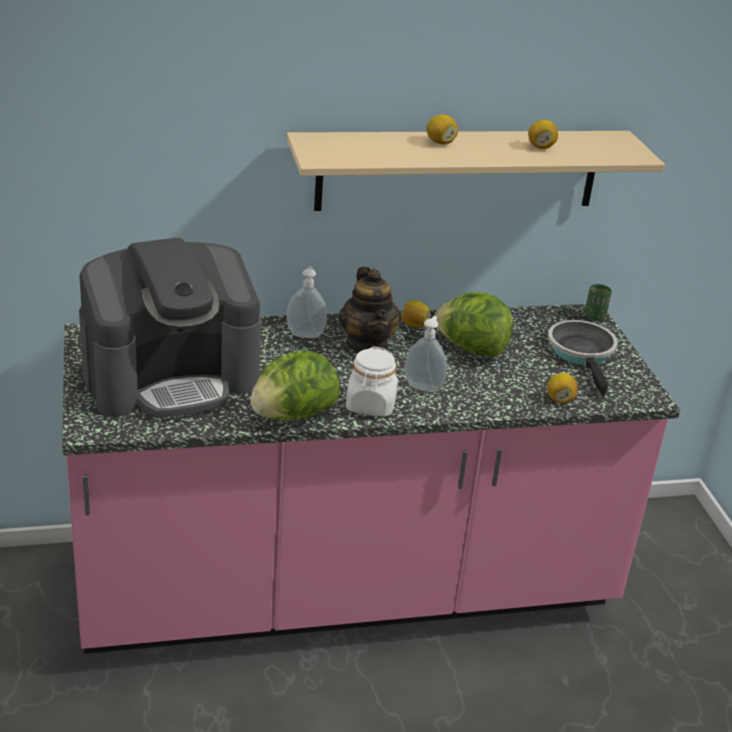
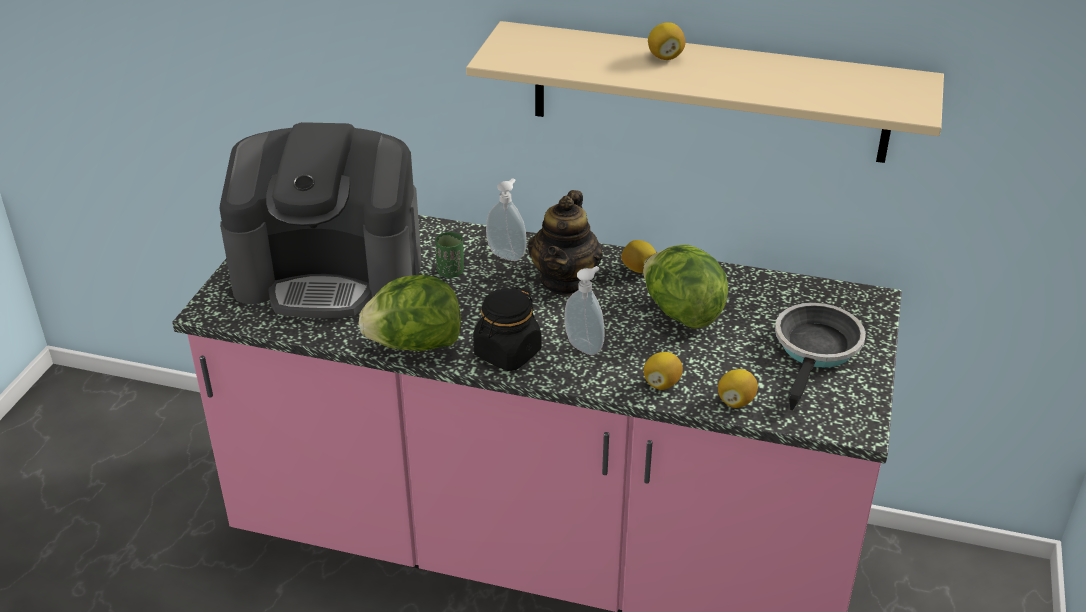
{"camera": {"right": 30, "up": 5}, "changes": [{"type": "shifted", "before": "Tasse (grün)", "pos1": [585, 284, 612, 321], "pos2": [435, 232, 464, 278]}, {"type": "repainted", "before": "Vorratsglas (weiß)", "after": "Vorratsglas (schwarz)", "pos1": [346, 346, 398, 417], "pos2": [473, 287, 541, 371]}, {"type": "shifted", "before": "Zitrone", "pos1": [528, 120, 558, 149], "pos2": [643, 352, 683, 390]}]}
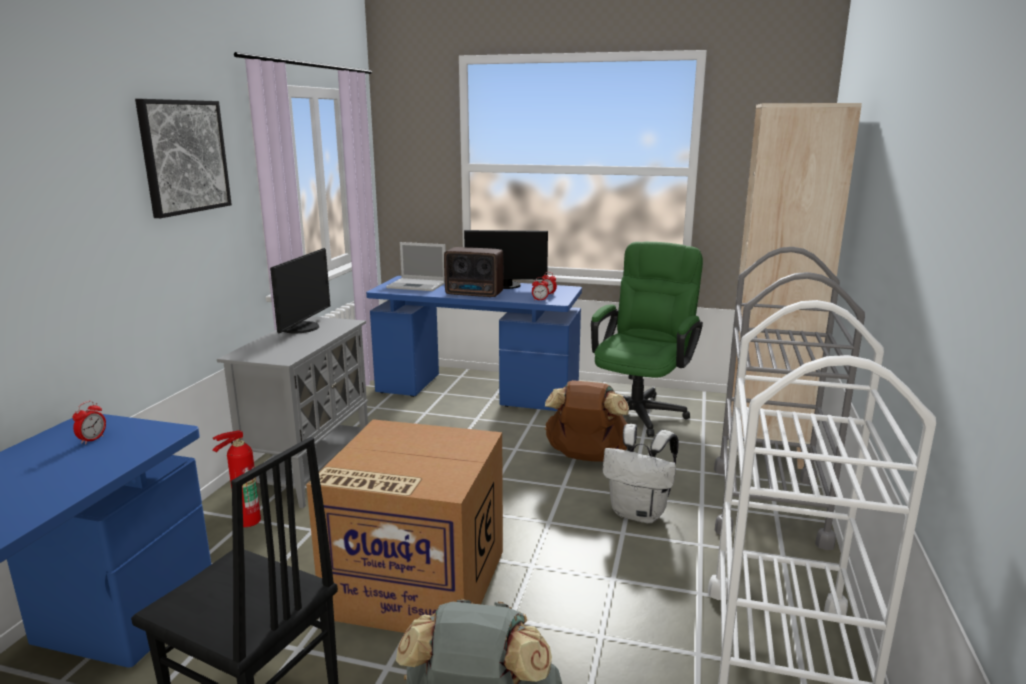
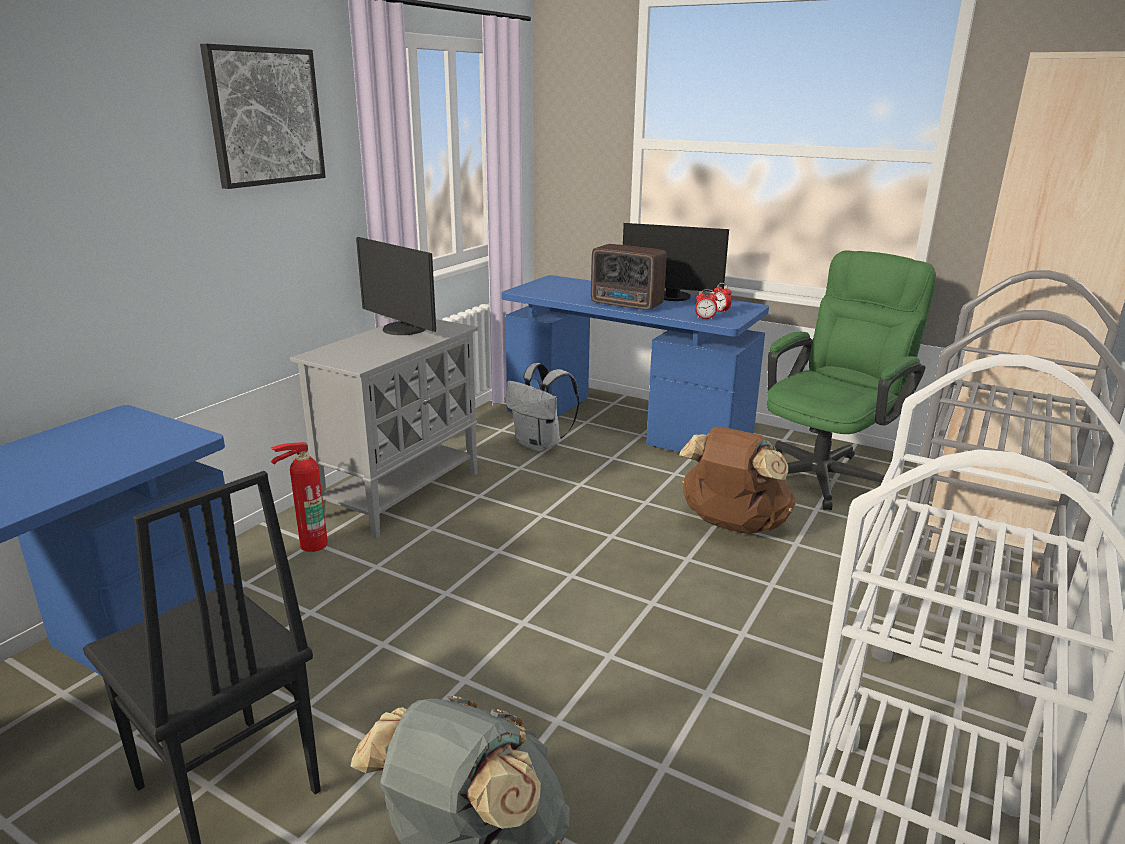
{"camera": {"right": 15, "up": 5}, "changes": [{"type": "rotated", "before": "Monitor", "pos1": [270, 248, 330, 334], "pos2": [356, 237, 436, 335], "turn": 105}, {"type": "shifted", "before": "Rucksack (weiß)", "pos1": [603, 424, 679, 524], "pos2": [506, 363, 579, 452]}, {"type": "gone", "before": "Wecker", "pos1": [72, 401, 106, 444]}, {"type": "gone", "before": "Karton", "pos1": [306, 419, 503, 633]}, {"type": "gone", "before": "Laptop", "pos1": [386, 242, 446, 291]}]}
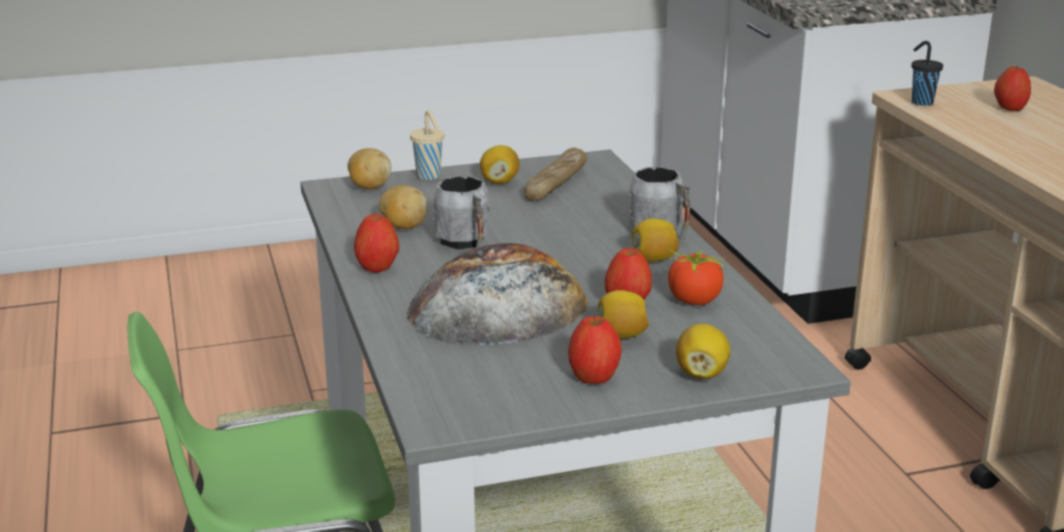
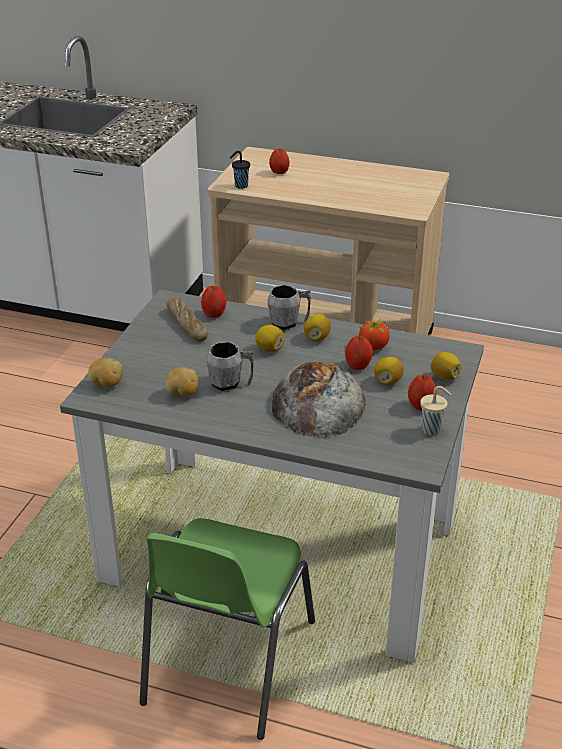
{"camera": {"right": -55, "up": 10}, "changes": [{"type": "shifted", "before": "Apfel", "pos1": [354, 214, 399, 273], "pos2": [201, 286, 226, 318]}, {"type": "shifted", "before": "Zitrone", "pos1": [480, 145, 520, 184], "pos2": [255, 325, 285, 352]}, {"type": "shifted", "before": "Tasse (beige)", "pos1": [410, 110, 444, 180], "pos2": [420, 386, 451, 436]}]}
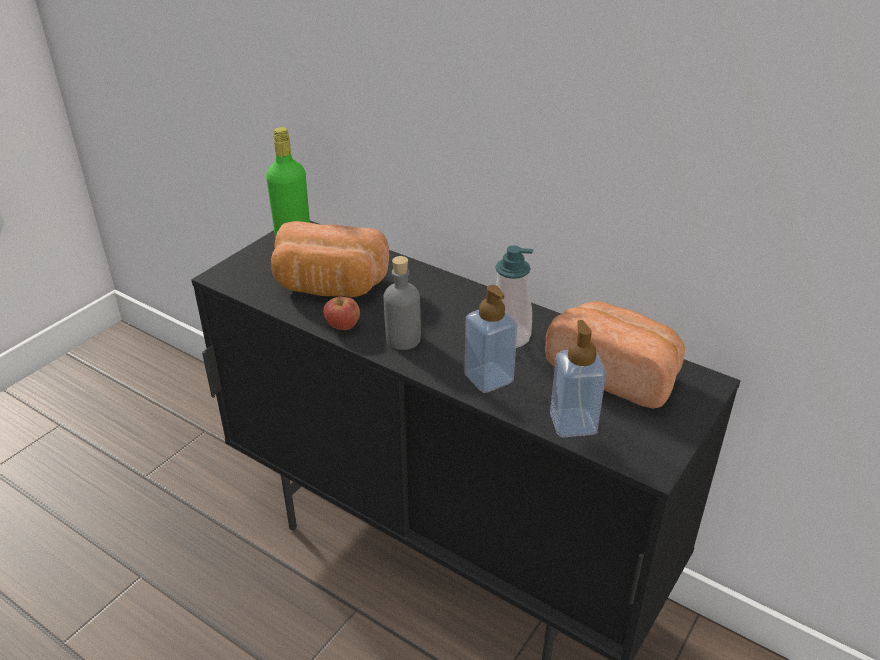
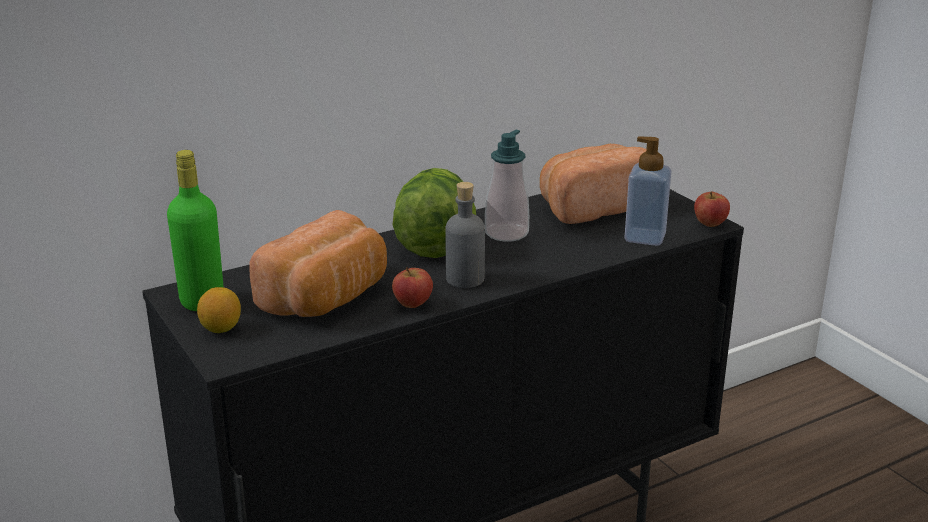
{"camera": {"right": -65, "up": -10}, "changes": [{"type": "new", "after": "Zitrone", "pos2": [197, 287, 241, 333]}, {"type": "new", "after": "Salatkopf", "pos2": [392, 168, 476, 258]}, {"type": "new", "after": "Apfel", "pos2": [694, 191, 730, 227]}, {"type": "gone", "before": "Seifenspender", "pos1": [464, 285, 517, 393]}]}
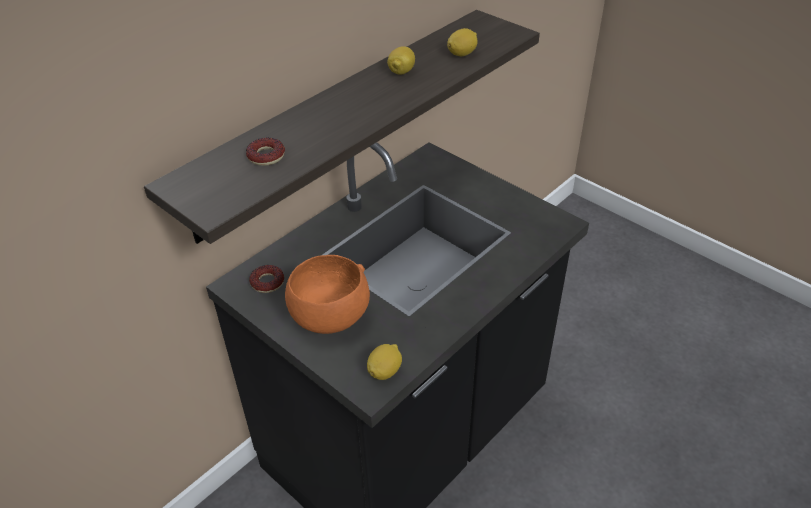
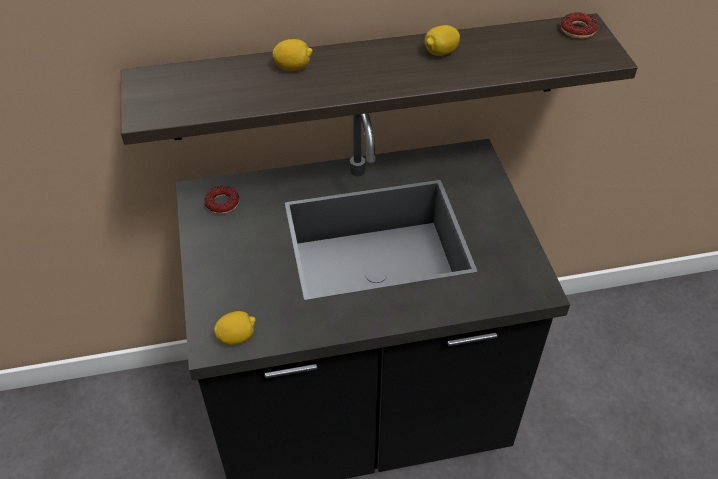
{"camera": {"right": 35, "up": 5}, "changes": [{"type": "shifted", "before": "Zitrone", "pos1": [447, 28, 478, 56], "pos2": [272, 39, 313, 71]}, {"type": "shifted", "before": "Donut", "pos1": [246, 138, 285, 166], "pos2": [561, 12, 598, 39]}, {"type": "gone", "before": "Schüssel (orange)", "pos1": [285, 255, 370, 334]}]}
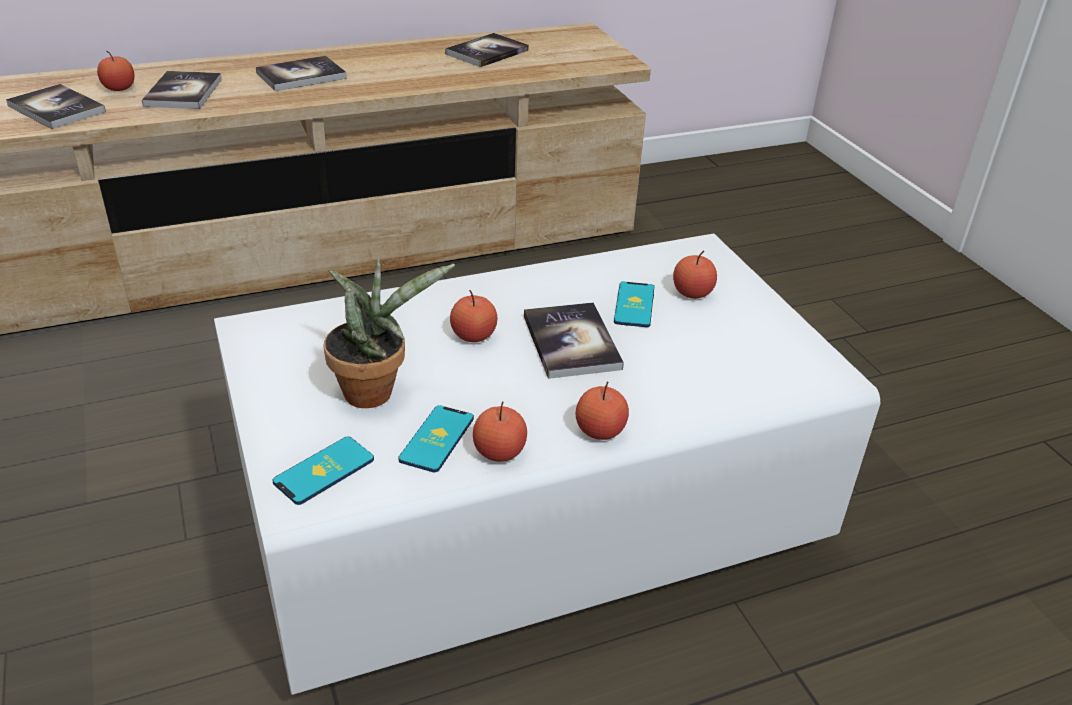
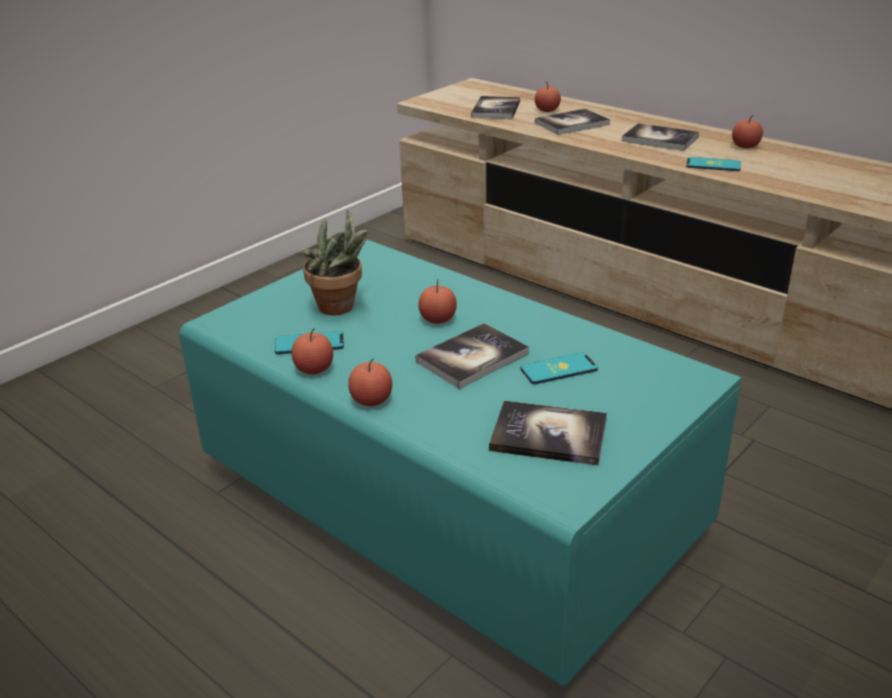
{"camera": {"right": 65, "up": -5}, "changes": [{"type": "repainted", "before": "Couchtisch (weiß)", "after": "Couchtisch (türkis)", "pos1": [214, 233, 881, 695], "pos2": [179, 240, 741, 686]}, {"type": "shifted", "before": "Buch", "pos1": [445, 33, 529, 67], "pos2": [489, 401, 607, 466]}, {"type": "shifted", "before": "Handy", "pos1": [273, 437, 374, 505], "pos2": [686, 157, 741, 171]}, {"type": "shifted", "before": "Apfel", "pos1": [673, 251, 717, 299], "pos2": [732, 115, 763, 148]}]}
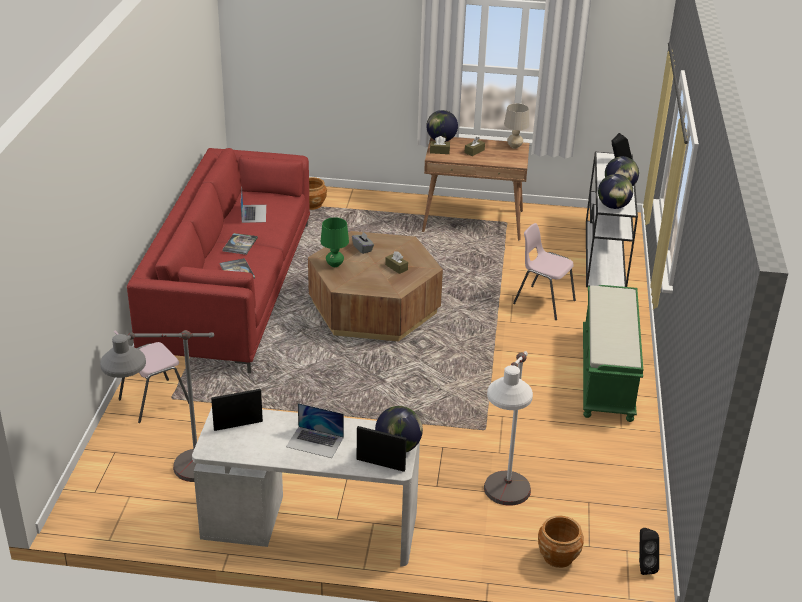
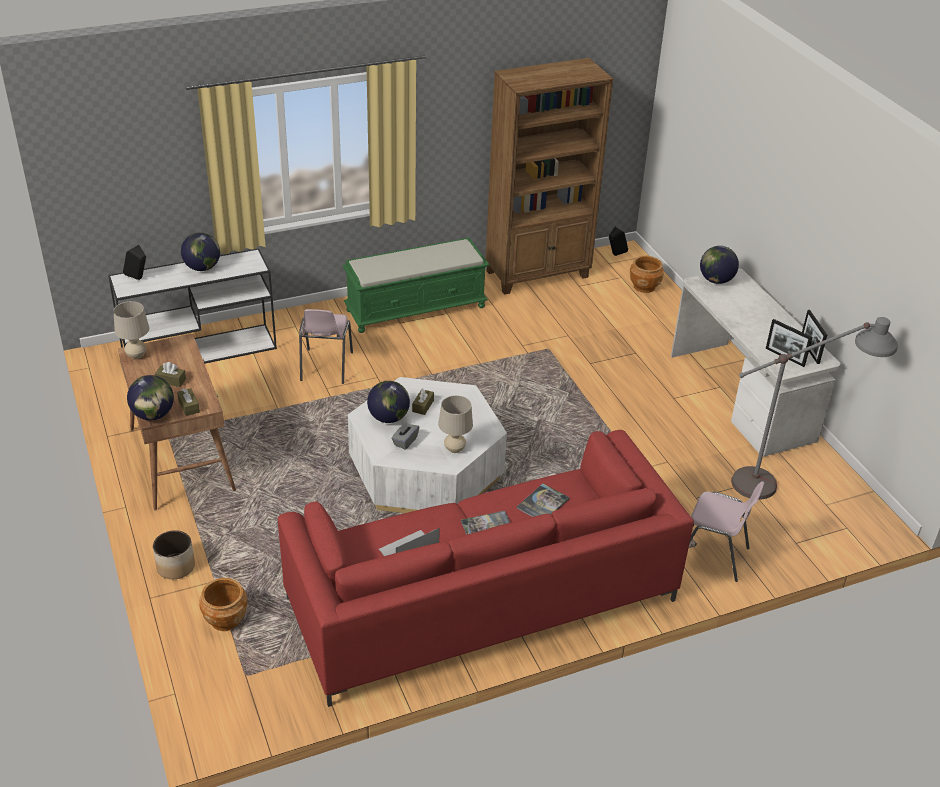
{"camera": {"right": -120, "up": 5}, "changes": [{"type": "new", "after": "Pflanzkübel", "pos2": [153, 530, 195, 579]}, {"type": "repainted", "before": "Couchtisch (braun)", "after": "Couchtisch (weiß)", "pos1": [308, 231, 443, 341], "pos2": [348, 377, 507, 513]}, {"type": "shifted", "before": "Globus", "pos1": [598, 174, 633, 209], "pos2": [367, 381, 410, 423]}, {"type": "repainted", "before": "Tischlampe (grün)", "after": "Tischlampe (beige)", "pos1": [321, 217, 349, 267], "pos2": [438, 395, 473, 453]}, {"type": "new", "after": "Bücherregal (braun)", "pos2": [486, 58, 613, 295]}, {"type": "shifted", "before": "Bilderrahmen", "pos1": [357, 426, 407, 472], "pos2": [802, 310, 827, 364]}, {"type": "gone", "before": "Laptop", "pos1": [286, 403, 344, 458]}, {"type": "gone", "before": "Stehlampe (weiß)", "pos1": [484, 351, 533, 506]}]}
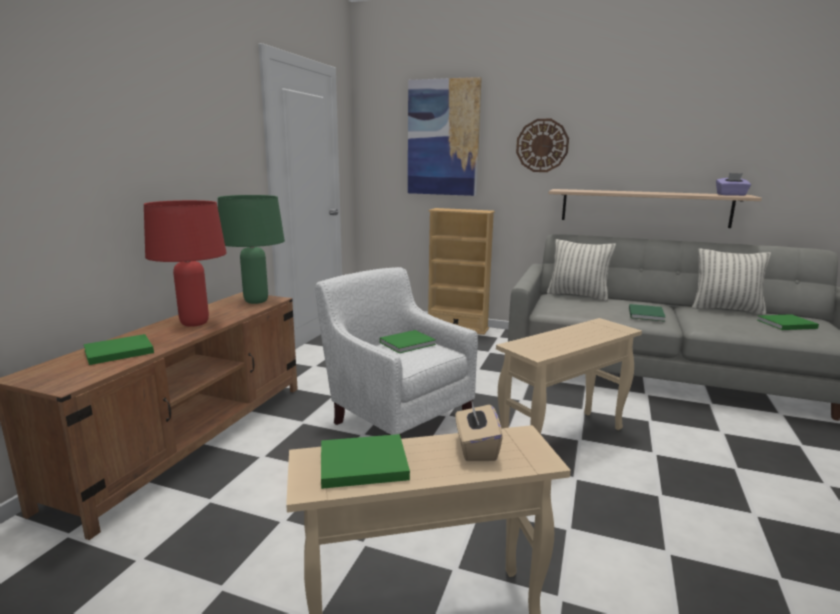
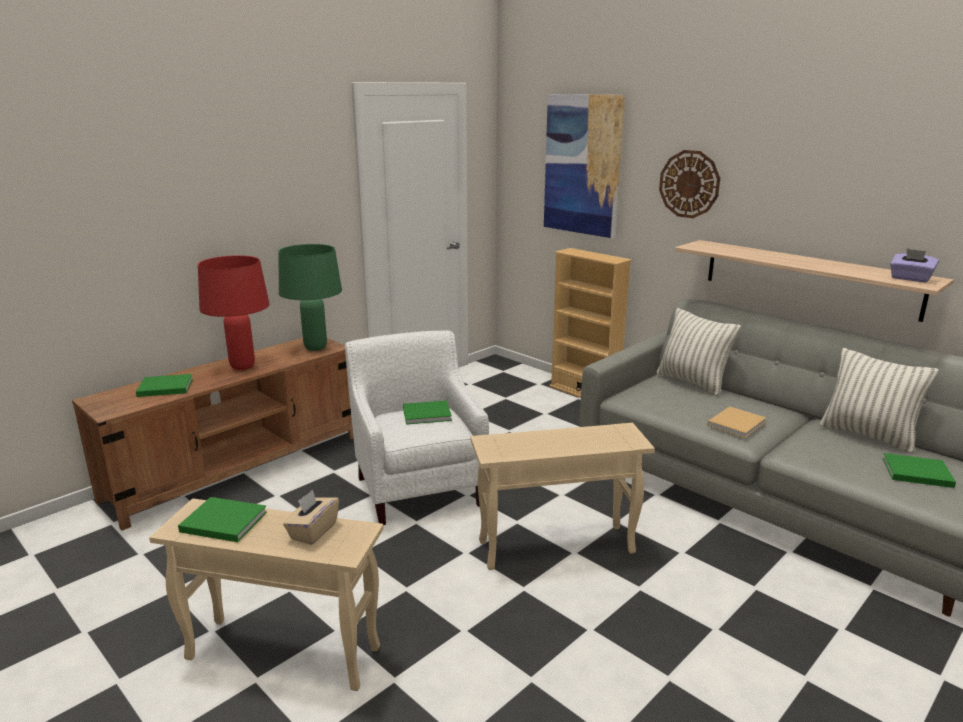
{"camera": {"right": 25, "up": 5}, "changes": [{"type": "repainted", "before": "Buch (grün)", "after": "Buch (beige)", "pos1": [629, 304, 665, 322], "pos2": [707, 406, 766, 438]}]}
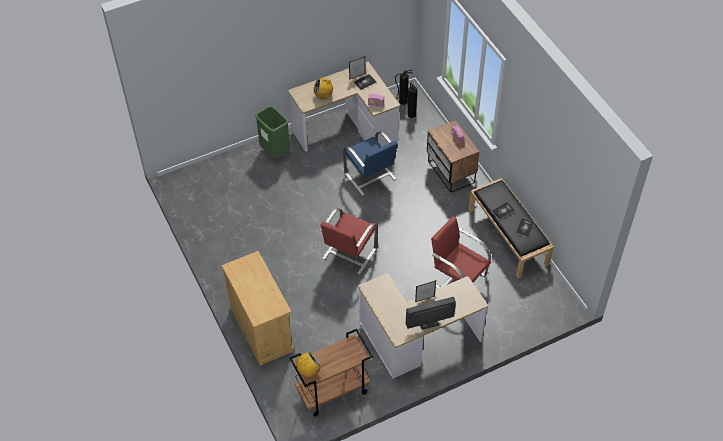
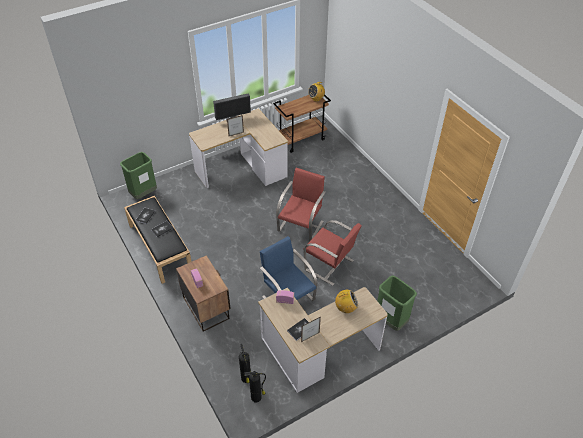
{"camera": {"right": 175, "up": -5}, "changes": [{"type": "new", "after": "Mülleimer (grün)", "pos2": [120, 152, 157, 199]}, {"type": "shifted", "before": "Stuhl (rot)", "pos1": [431, 216, 491, 289], "pos2": [303, 220, 362, 286]}, {"type": "gone", "before": "Schrank (beige)", "pos1": [222, 251, 294, 366]}]}
